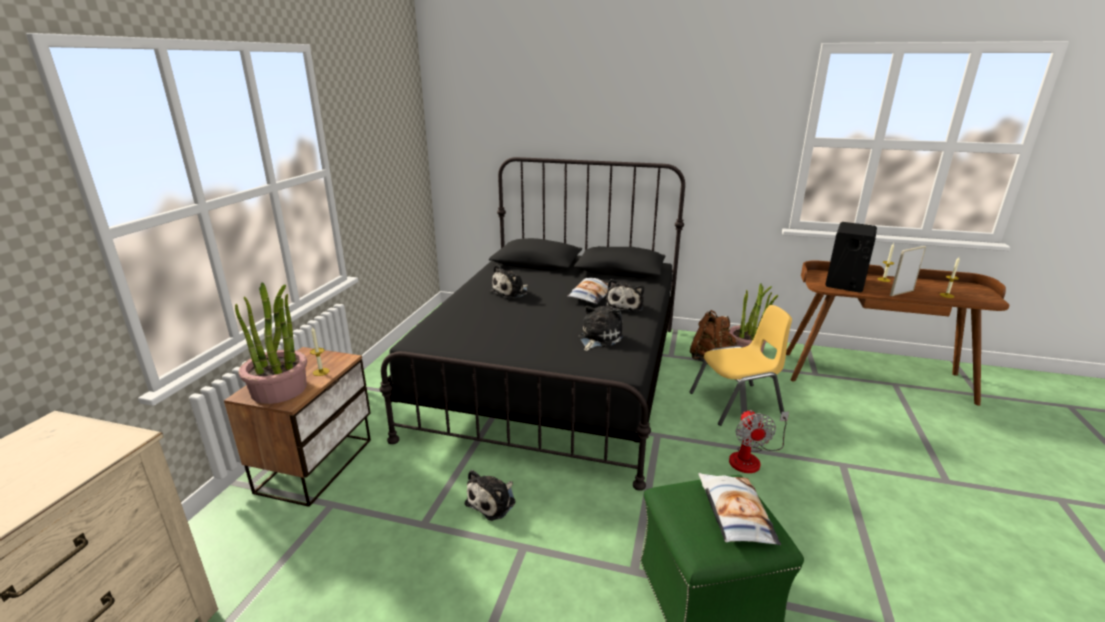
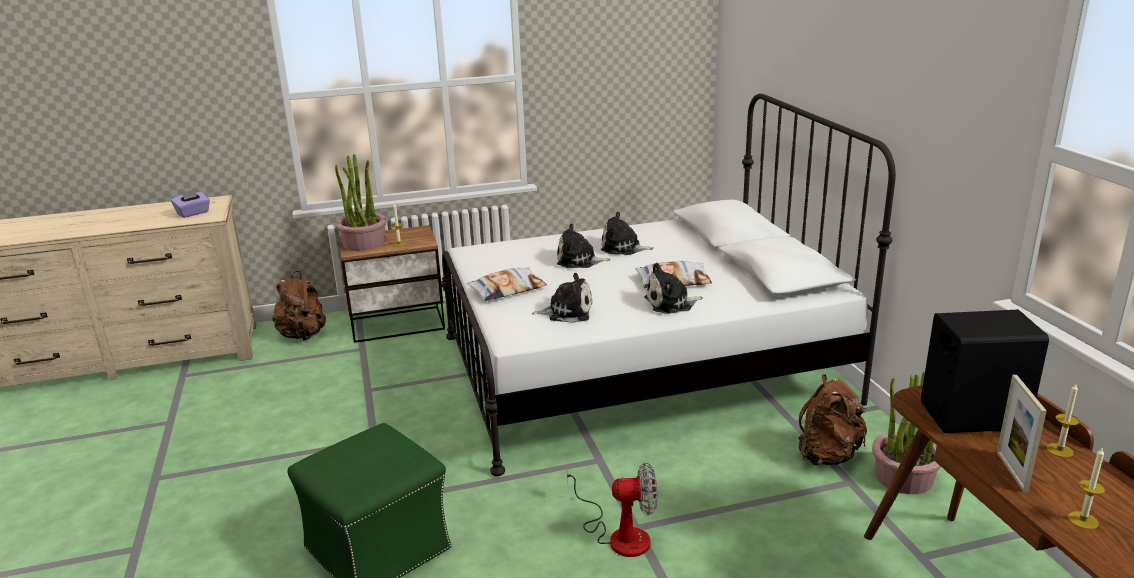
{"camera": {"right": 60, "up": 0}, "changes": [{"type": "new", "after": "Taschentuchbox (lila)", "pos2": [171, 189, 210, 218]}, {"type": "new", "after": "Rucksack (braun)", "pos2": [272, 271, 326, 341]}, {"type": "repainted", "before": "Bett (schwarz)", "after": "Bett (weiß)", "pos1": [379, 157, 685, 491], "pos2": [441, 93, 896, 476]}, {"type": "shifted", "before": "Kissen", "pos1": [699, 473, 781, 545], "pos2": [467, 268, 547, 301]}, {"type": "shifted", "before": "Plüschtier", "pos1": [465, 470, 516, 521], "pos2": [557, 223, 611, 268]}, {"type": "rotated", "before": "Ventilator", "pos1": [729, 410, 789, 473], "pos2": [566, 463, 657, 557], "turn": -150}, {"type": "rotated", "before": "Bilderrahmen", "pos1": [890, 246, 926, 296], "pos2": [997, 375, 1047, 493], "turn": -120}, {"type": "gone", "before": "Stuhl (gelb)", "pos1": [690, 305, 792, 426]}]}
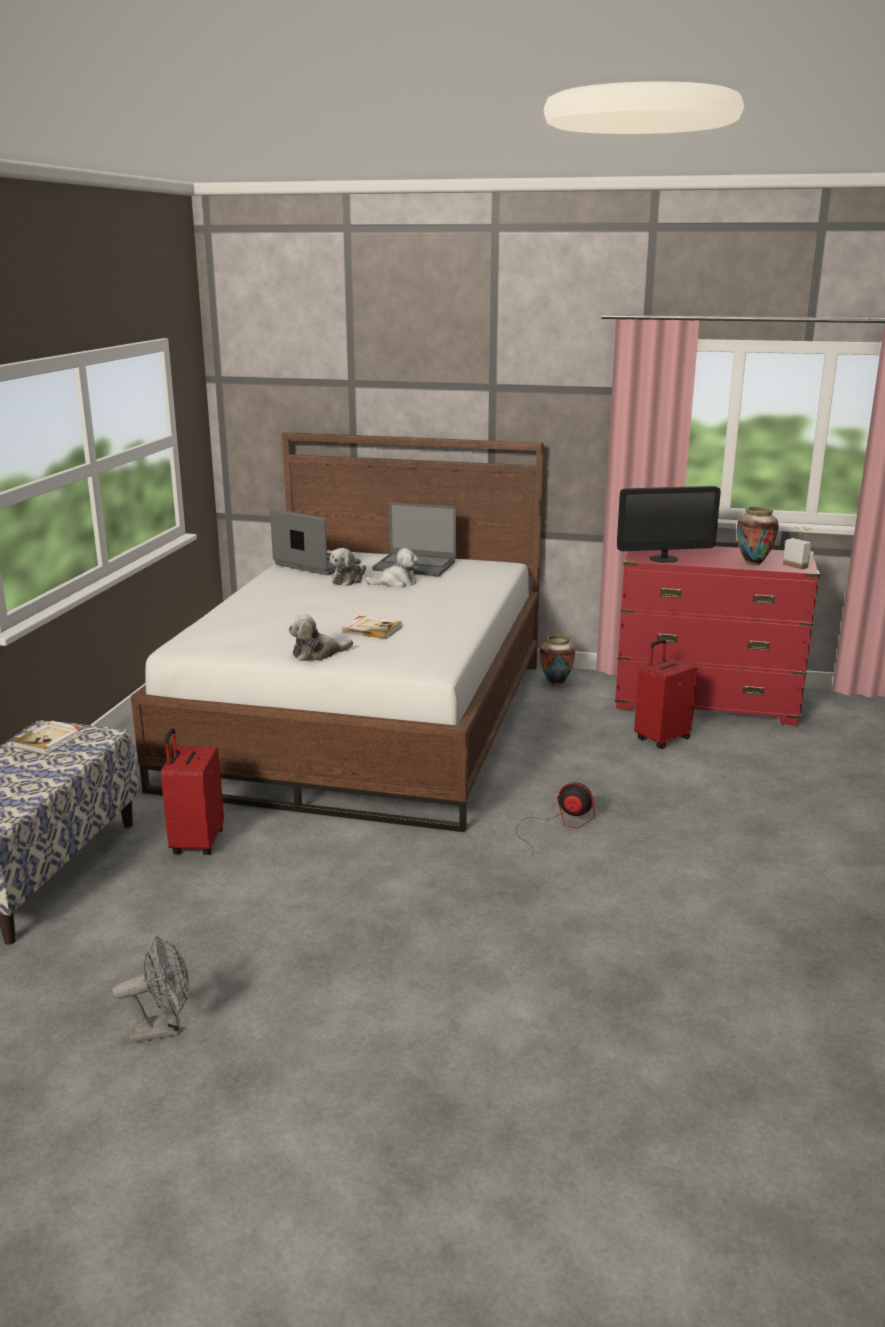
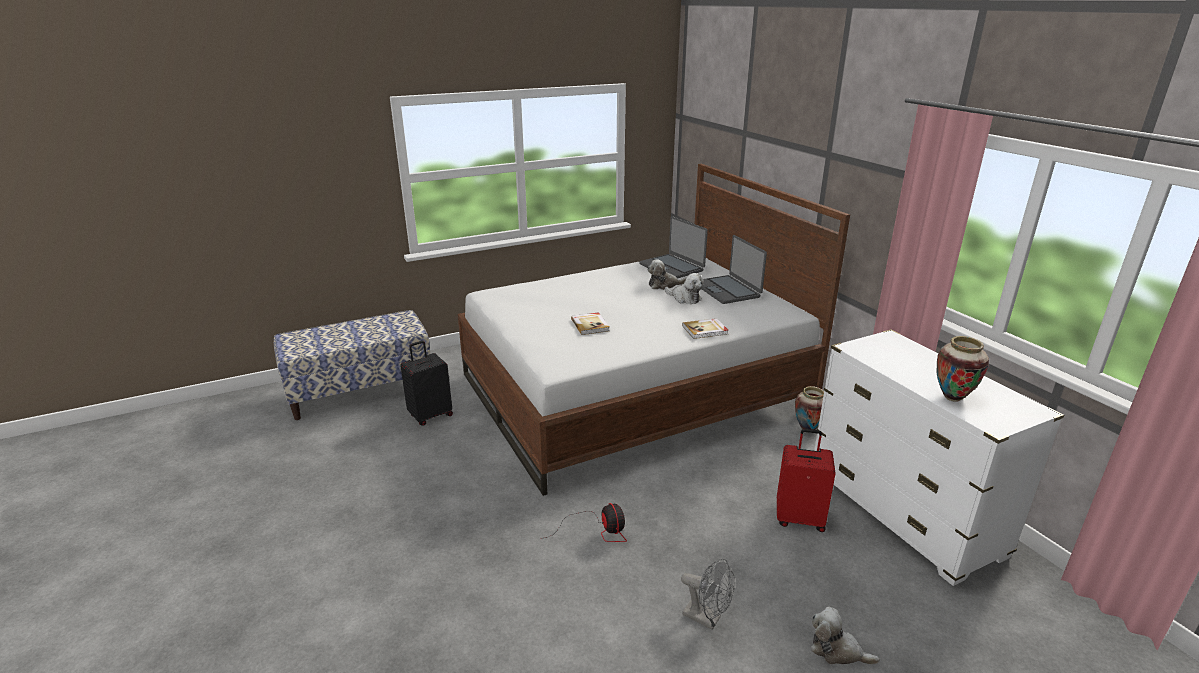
{"camera": {"right": 50, "up": 5}, "changes": [{"type": "repainted", "before": "Koffer (rot)", "after": "Koffer (schwarz)", "pos1": [161, 728, 224, 855], "pos2": [400, 341, 453, 426]}, {"type": "rotated", "before": "Laptop", "pos1": [270, 509, 361, 575], "pos2": [639, 216, 708, 279], "turn": 150}, {"type": "shifted", "before": "Ventilator (grau)", "pos1": [112, 936, 189, 1044], "pos2": [681, 558, 735, 630]}, {"type": "shifted", "before": "Buch", "pos1": [12, 721, 85, 755], "pos2": [682, 318, 729, 339]}, {"type": "shifted", "before": "Plüschtier", "pos1": [288, 614, 353, 661], "pos2": [811, 607, 880, 665]}, {"type": "repainted", "before": "Kommode (rot)", "after": "Kommode (weiß)", "pos1": [615, 546, 820, 726], "pos2": [814, 329, 1064, 586]}, {"type": "gone", "before": "Monitor", "pos1": [617, 486, 721, 563]}, {"type": "gone", "before": "Topfpflanze", "pos1": [783, 527, 811, 570]}]}
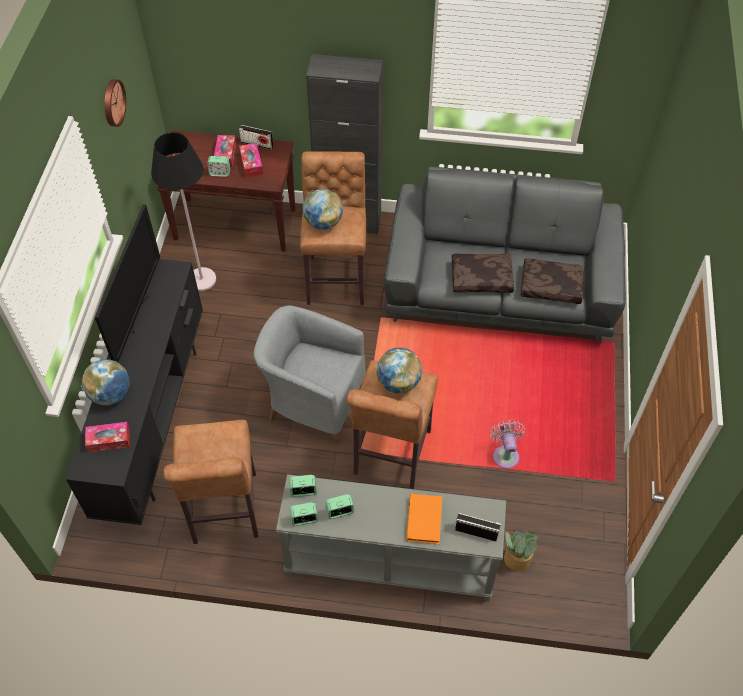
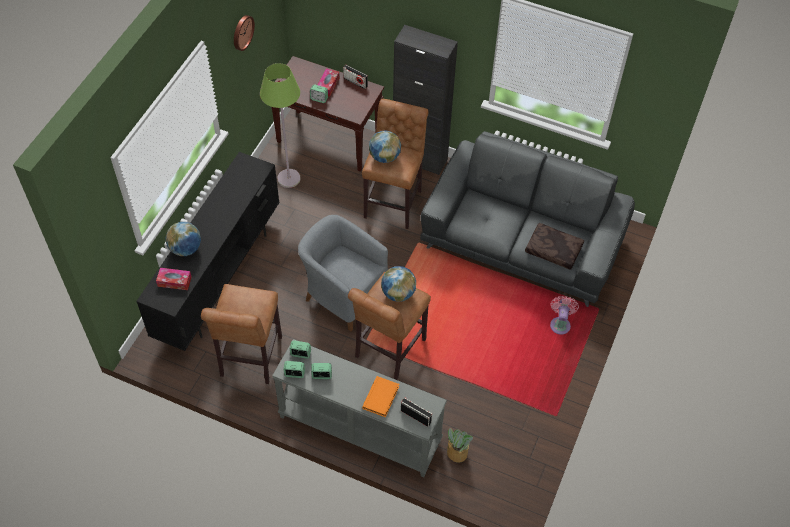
{"camera": {"right": 15, "up": 0}, "changes": [{"type": "repainted", "before": "Stehlampe (schwarz)", "after": "Stehlampe (grün)", "pos1": [151, 132, 216, 291], "pos2": [260, 63, 300, 188]}, {"type": "shifted", "before": "Ventilator (rosa)", "pos1": [489, 420, 526, 468], "pos2": [550, 296, 579, 335]}, {"type": "gone", "before": "Fernseher", "pos1": [95, 204, 160, 362]}, {"type": "gone", "before": "Taschentuchbox", "pos1": [239, 143, 263, 177]}, {"type": "gone", "before": "Kissen (braun)", "pos1": [452, 254, 514, 293]}]}
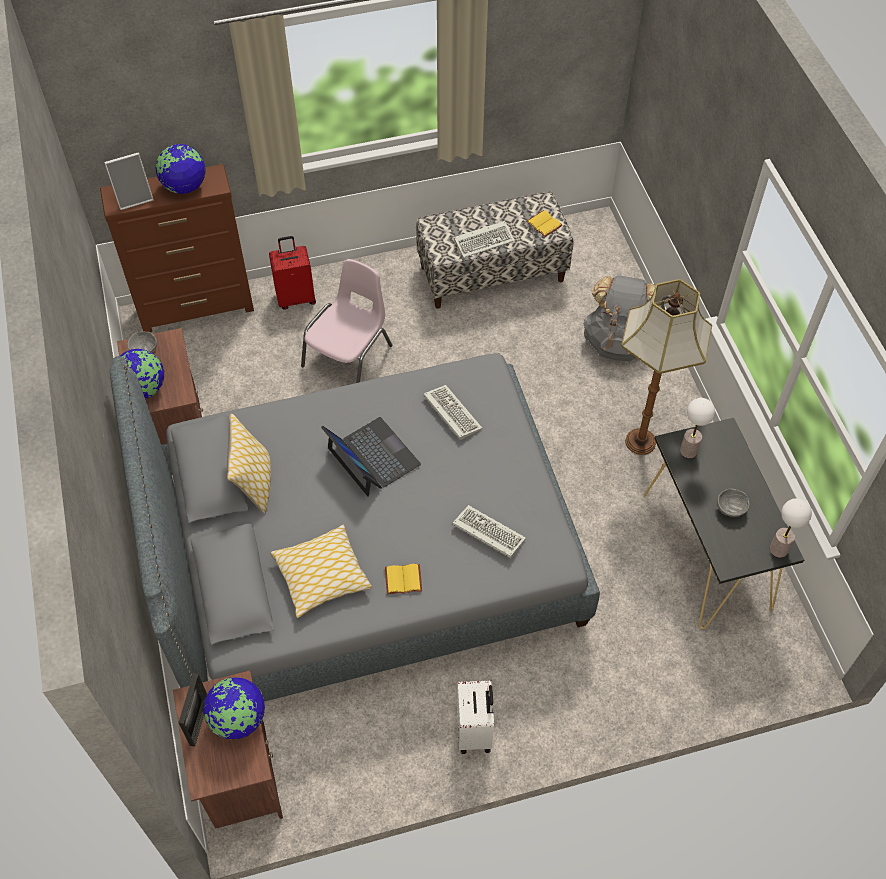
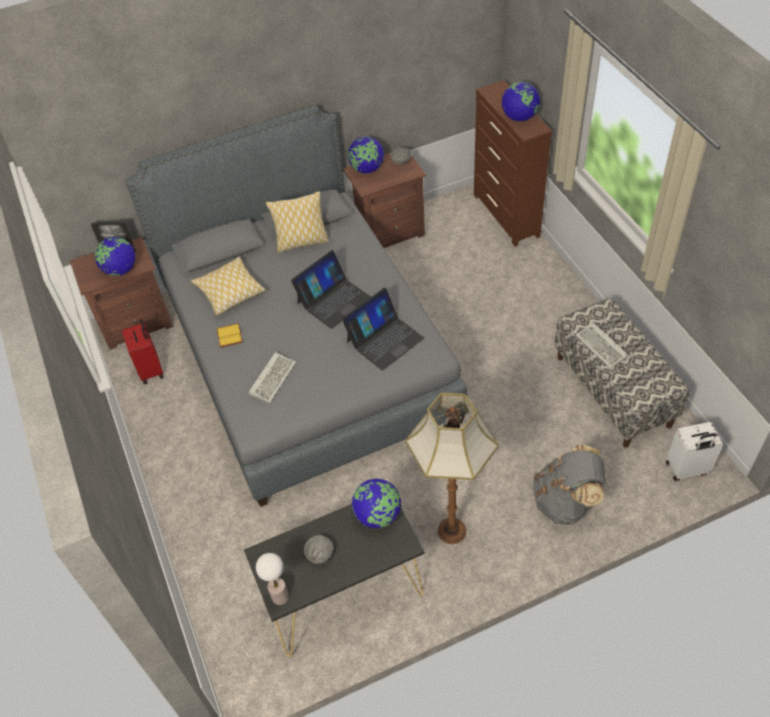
{"camera": {"right": 85, "up": -5}, "changes": [{"type": "shifted", "before": "Koffer (rot)", "pos1": [269, 236, 316, 310], "pos2": [122, 319, 164, 384]}, {"type": "swapped", "before": "Tastatur", "after": "Laptop", "pos1": [423, 385, 483, 440], "pos2": [342, 287, 424, 371]}, {"type": "swapped", "before": "Tischlampe", "after": "Globus", "pos1": [680, 398, 715, 458], "pos2": [352, 478, 401, 528]}, {"type": "shifted", "before": "Koffer (weiß)", "pos1": [457, 681, 494, 754], "pos2": [666, 422, 723, 481]}, {"type": "gone", "before": "Bilderrahmen", "pos1": [104, 152, 154, 210]}, {"type": "gone", "before": "Stuhl (rosa)", "pos1": [301, 259, 392, 383]}, {"type": "gone", "before": "Buch (gelb)", "pos1": [526, 210, 563, 237]}]}
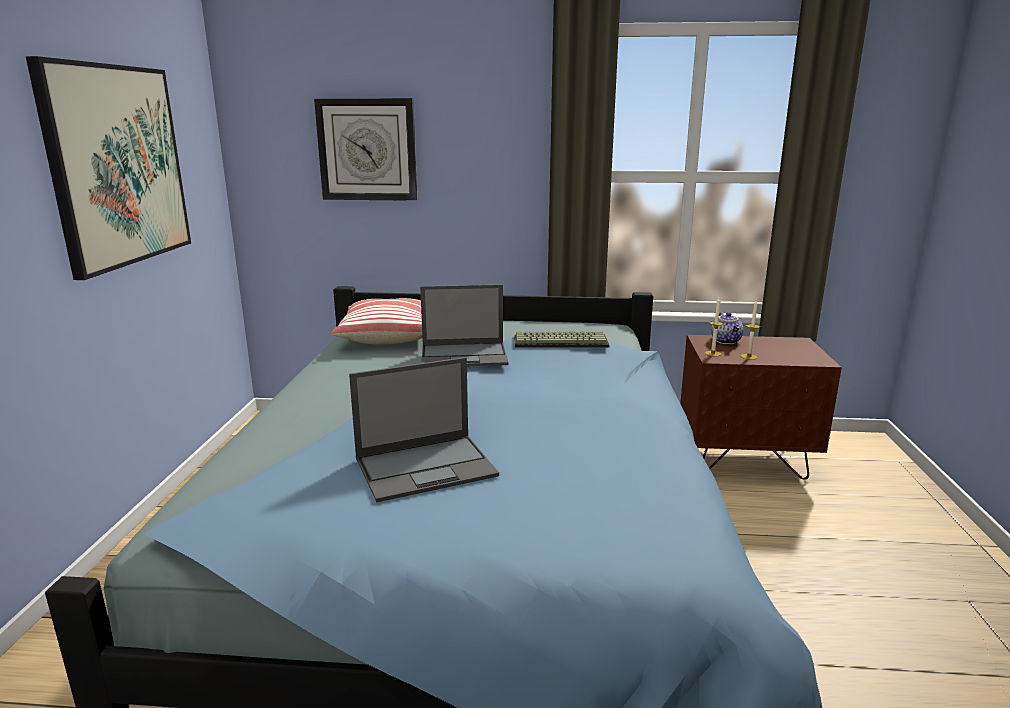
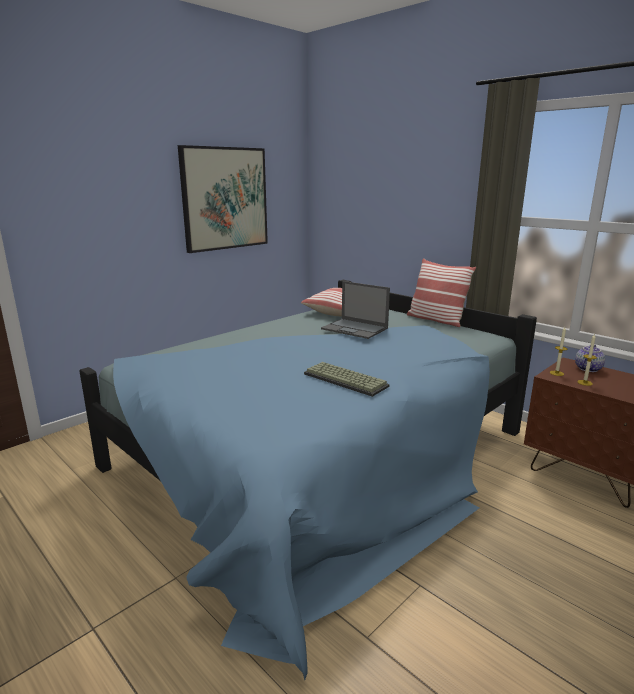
{"camera": {"right": 40, "up": 0}, "changes": [{"type": "shifted", "before": "Tastatur", "pos1": [514, 331, 609, 348], "pos2": [304, 362, 390, 397]}, {"type": "new", "after": "Kissen", "pos2": [407, 258, 476, 327]}, {"type": "gone", "before": "Wanduhr", "pos1": [314, 98, 417, 201]}, {"type": "gone", "before": "Laptop", "pos1": [349, 357, 499, 503]}]}
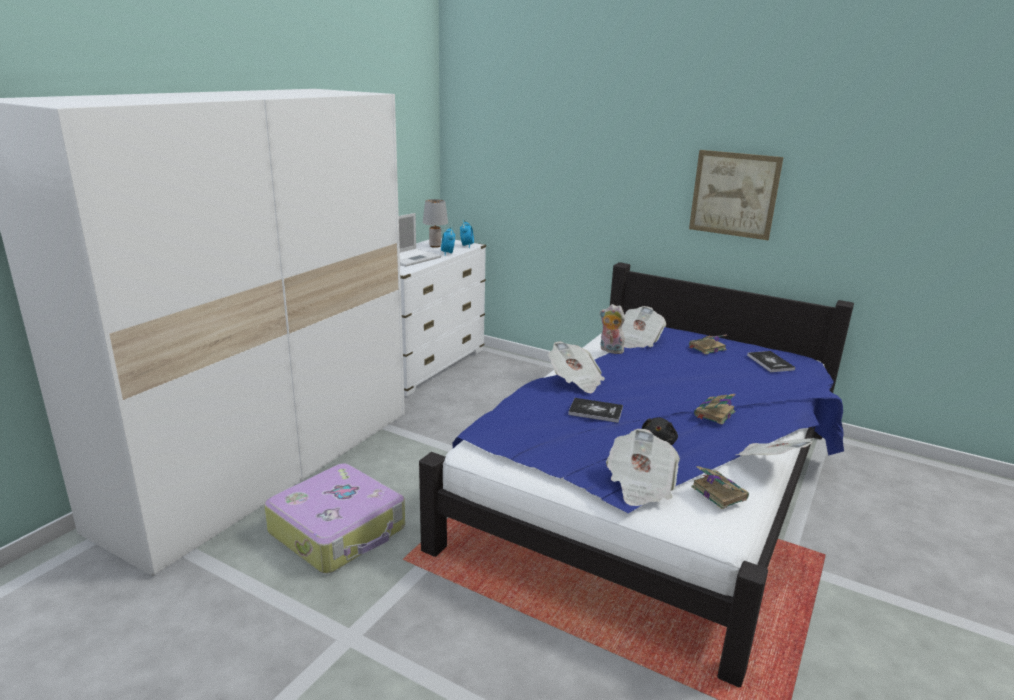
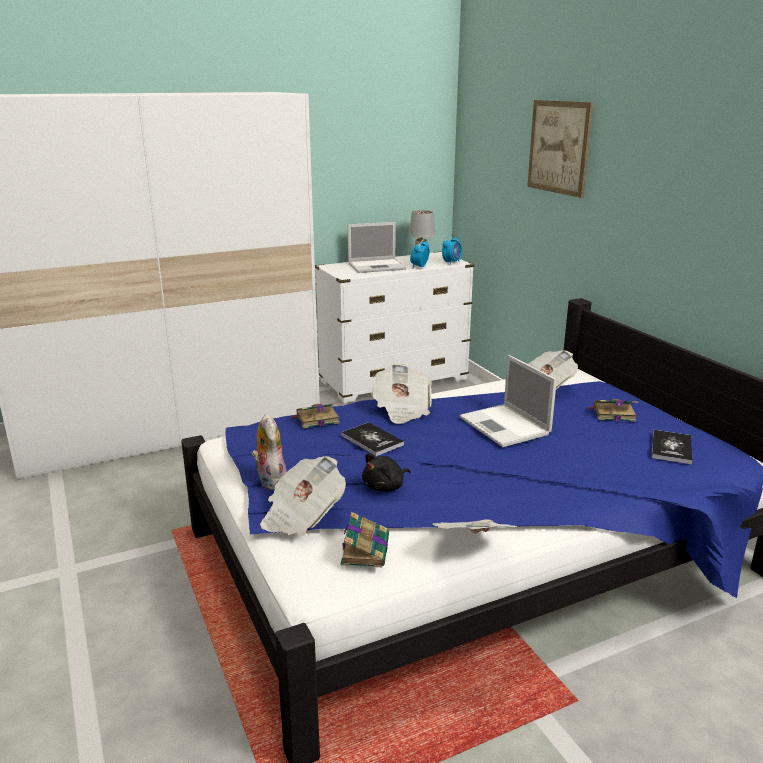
{"camera": {"right": 35, "up": 0}, "changes": [{"type": "shifted", "before": "Plüschtier", "pos1": [600, 304, 625, 354], "pos2": [252, 414, 287, 490]}, {"type": "shifted", "before": "Buch", "pos1": [694, 394, 736, 425], "pos2": [292, 403, 340, 429]}, {"type": "new", "after": "Laptop", "pos2": [460, 355, 557, 447]}, {"type": "shifted", "before": "Bild", "pos1": [689, 150, 784, 240], "pos2": [527, 100, 594, 198]}, {"type": "gone", "before": "Koffer", "pos1": [264, 463, 405, 573]}]}
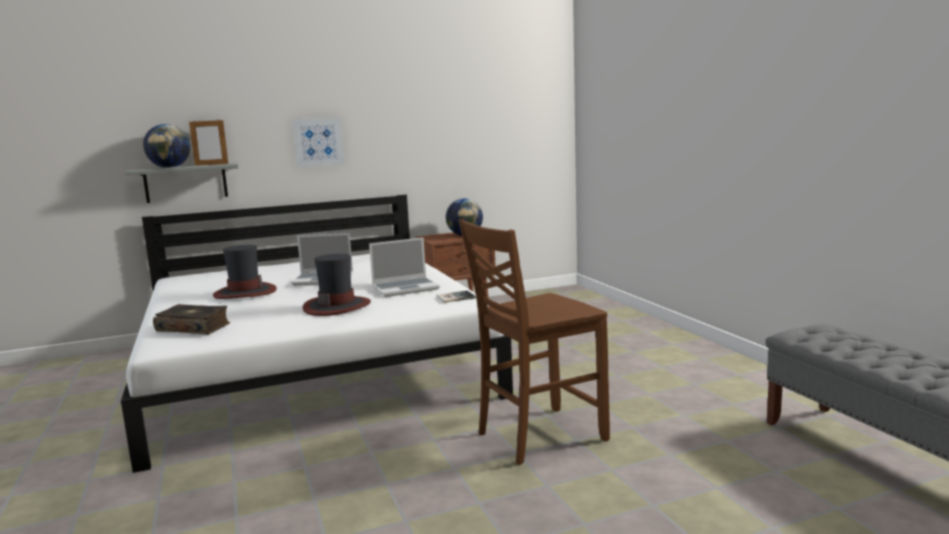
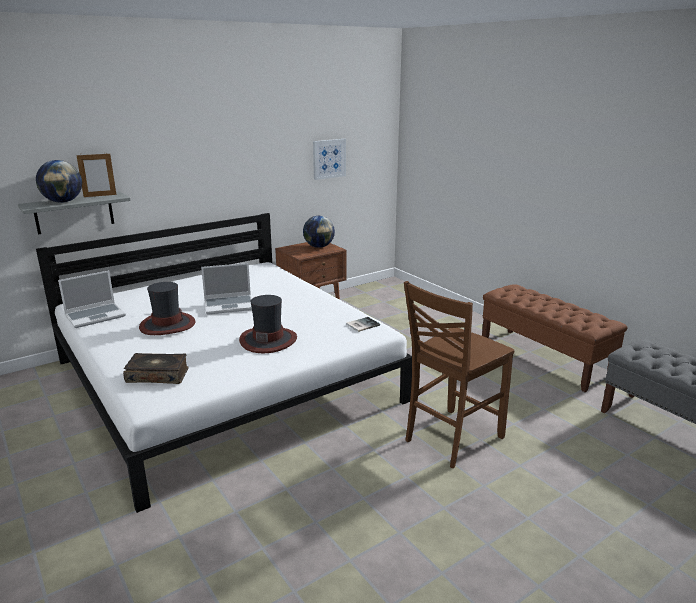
{"camera": {"right": -15, "up": 10}, "changes": [{"type": "shifted", "before": "Laptop", "pos1": [369, 237, 440, 297], "pos2": [58, 270, 126, 328]}, {"type": "shifted", "before": "Bild", "pos1": [292, 117, 344, 167], "pos2": [313, 139, 346, 180]}, {"type": "new", "after": "Bank (braun)", "pos2": [482, 284, 628, 392]}]}
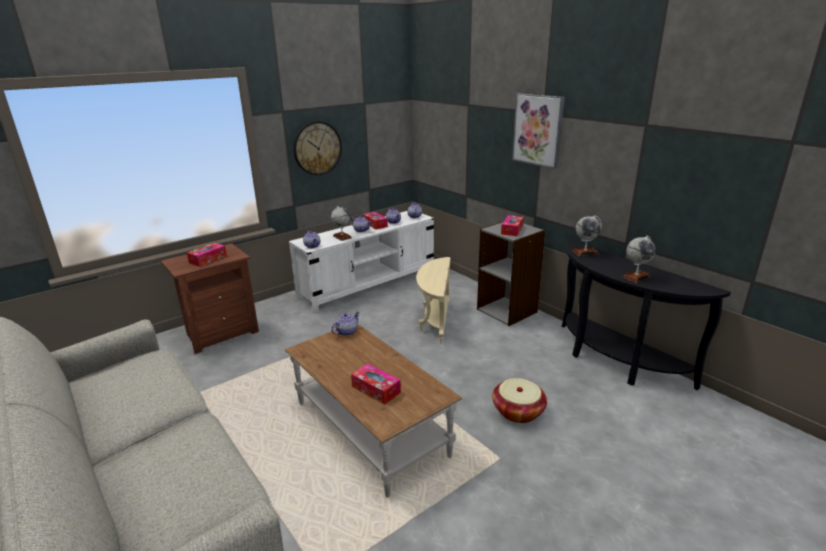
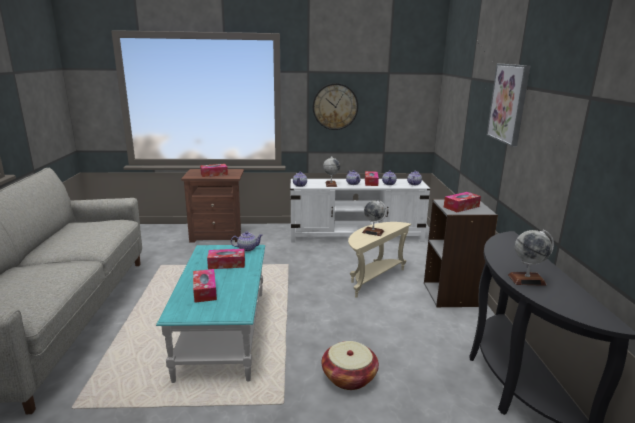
{"camera": {"right": 35, "up": -5}, "changes": [{"type": "repainted", "before": "Couchtisch (braun)", "after": "Couchtisch (türkis)", "pos1": [285, 324, 462, 498], "pos2": [156, 245, 265, 383]}, {"type": "new", "after": "Taschentuchbox", "pos2": [207, 249, 245, 269]}, {"type": "shifted", "before": "Globus", "pos1": [572, 215, 602, 257], "pos2": [362, 200, 387, 236]}]}
